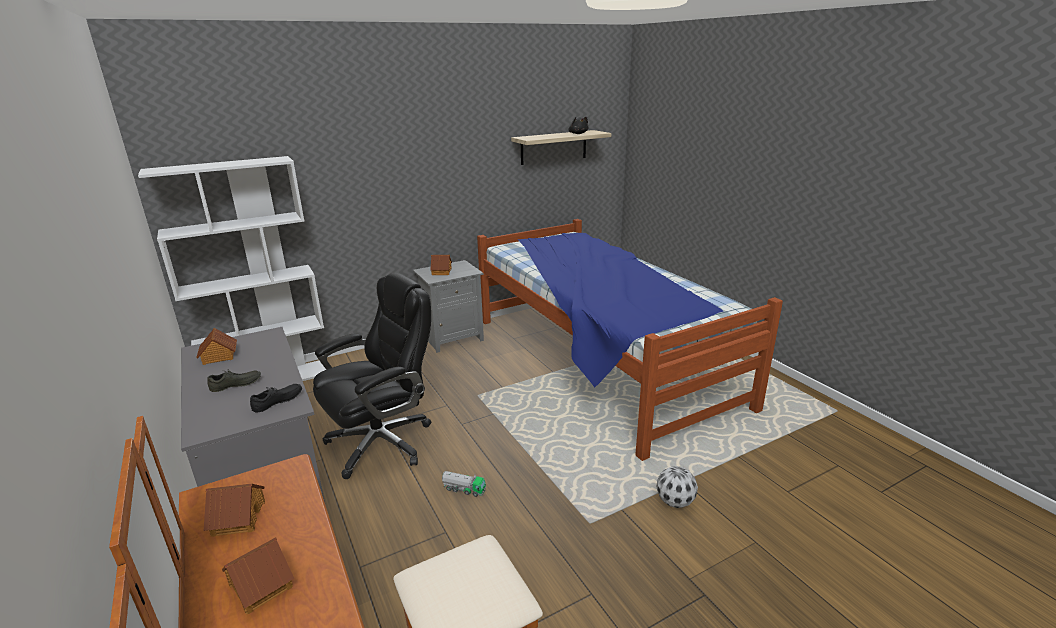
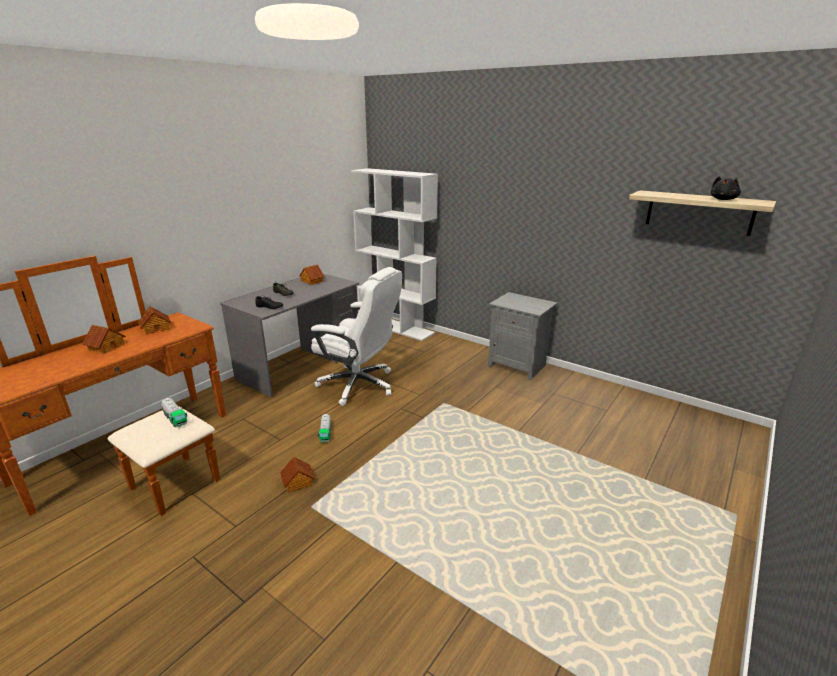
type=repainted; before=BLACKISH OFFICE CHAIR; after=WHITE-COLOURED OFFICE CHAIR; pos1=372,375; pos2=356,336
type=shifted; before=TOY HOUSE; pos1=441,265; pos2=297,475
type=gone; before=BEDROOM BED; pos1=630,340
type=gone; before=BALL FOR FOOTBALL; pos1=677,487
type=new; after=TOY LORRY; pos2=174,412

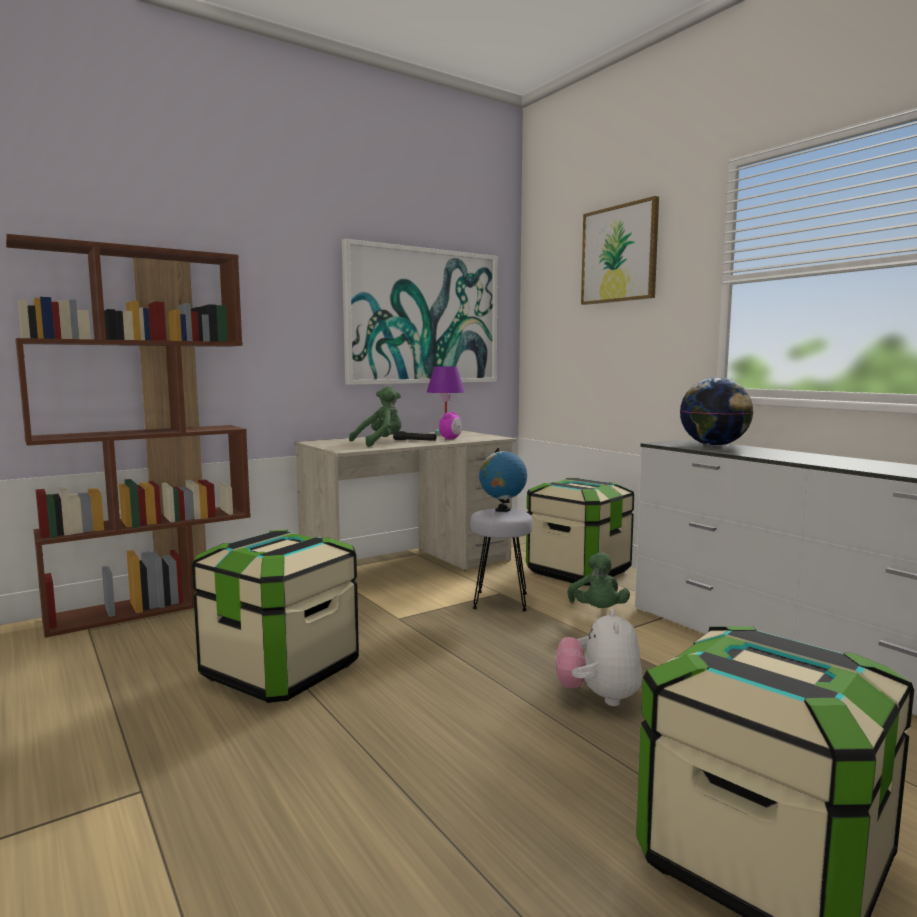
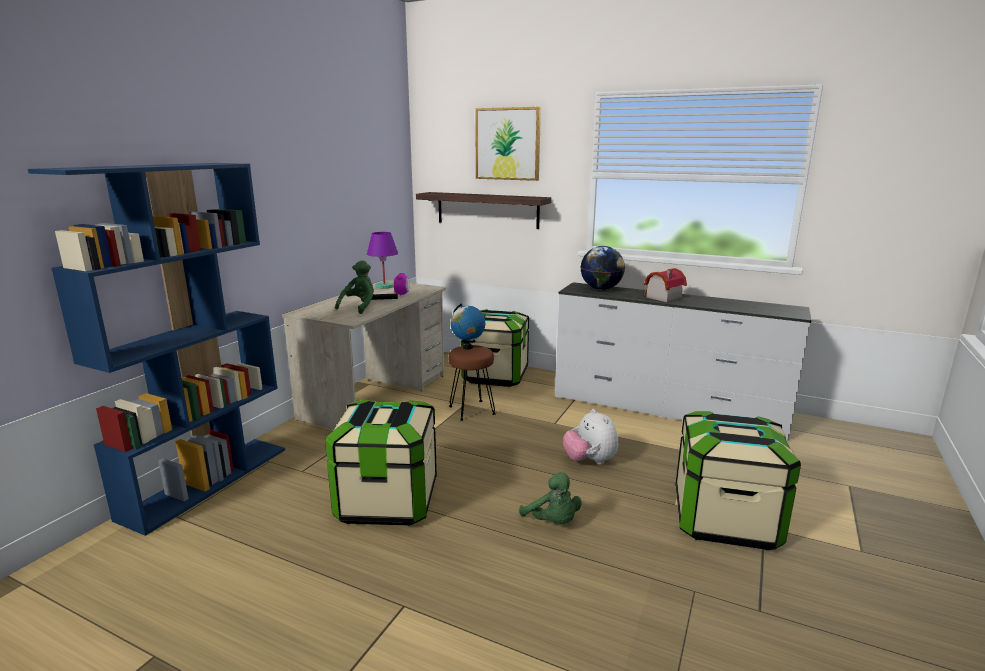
type=repainted; before=BROWN BOOKSHELF; after=BLUE BOOKSHELF; pos1=128,436; pos2=156,349
type=gone; before=PICTURE; pos1=420,312
type=repainted; before=GREY STOOL; after=BROWN STOOL; pos1=501,560; pos2=472,383
type=shifted; before=GREENISH CUDDLY TOY; pos1=598,580; pos2=550,498
type=new; after=WALL SHELF; pos2=483,210
type=new; after=TOY HOUSE; pos2=665,285

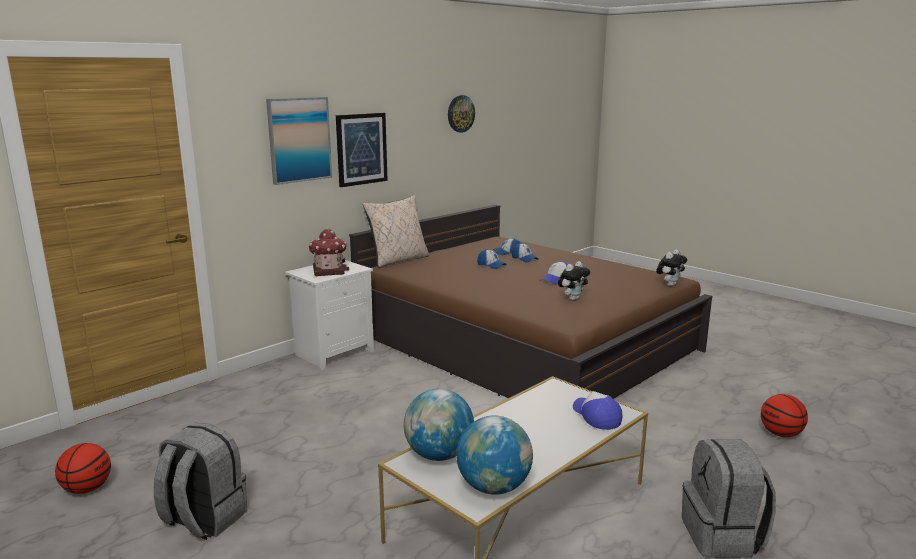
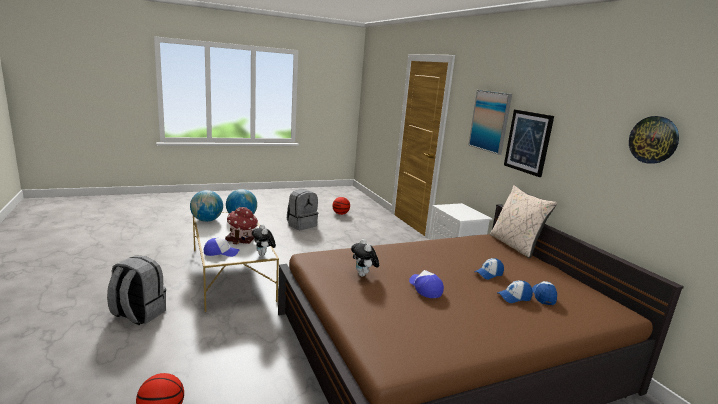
type=shifted; before=TOY HOUSE; pos1=329,252; pos2=241,225
type=shifted; before=CUDDLY TOY; pos1=671,268; pos2=264,240

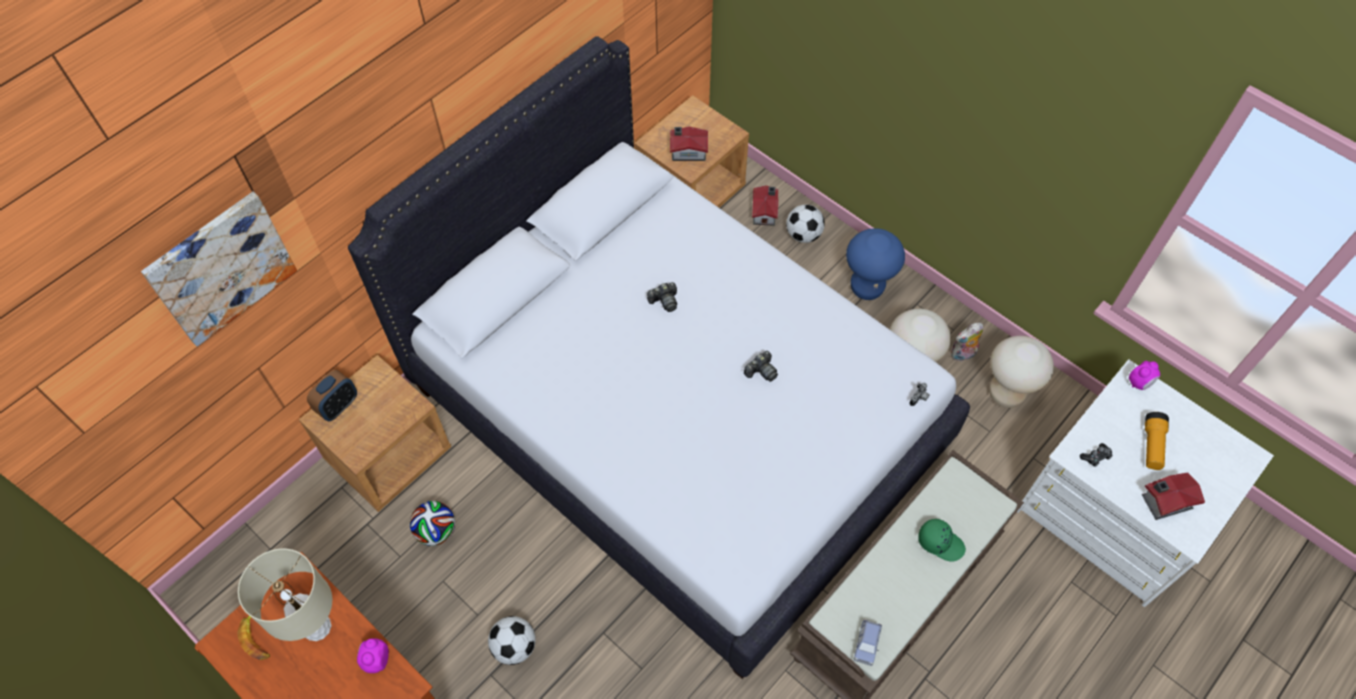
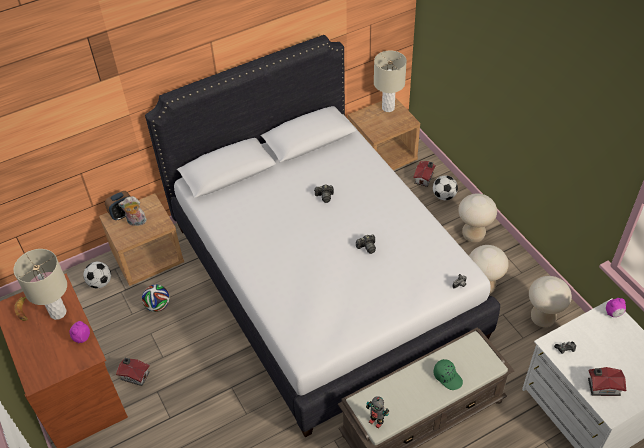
type=gone; before=PICTURE; pos1=219,269
type=shifted; before=BALL FOR FOOTBALL; pos1=512,640; pos2=97,275
type=shifted; before=TOY HOUSE; pos1=689,144; pos2=133,372
type=repainted; before=BLUE STOOL; after=SAND-COLOURED STOOL; pos1=875,264; pos2=477,218
type=swapped; before=BLUE TOY CAR; after=TOY ROBOT; pos1=868,642; pos2=377,412
type=shifted; before=CUDDLY TOY; pos1=967,342; pos2=132,211
type=gone; before=FLASHLIGHT; pos1=1157,441
type=new; after=SAND-COLOURED TABLE LAMP; pos2=390,81

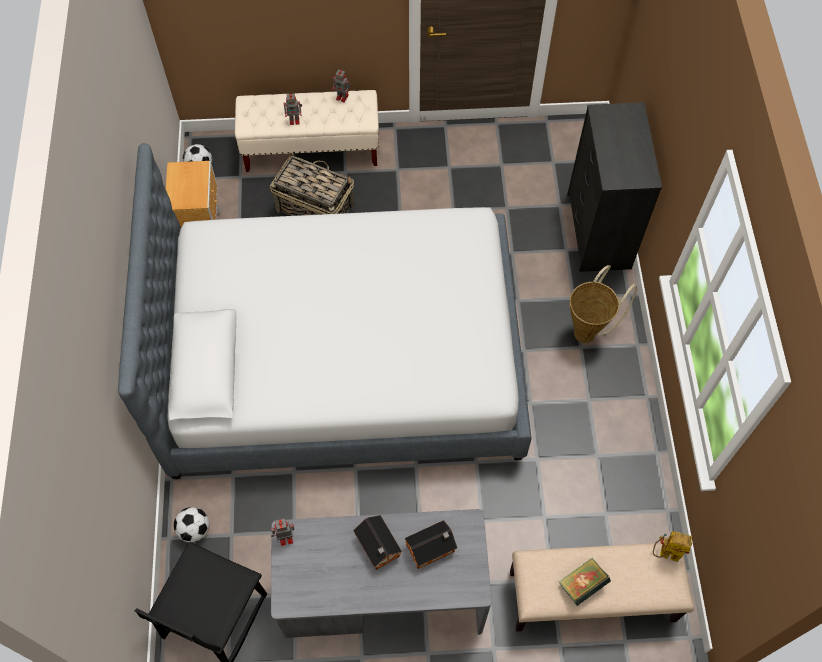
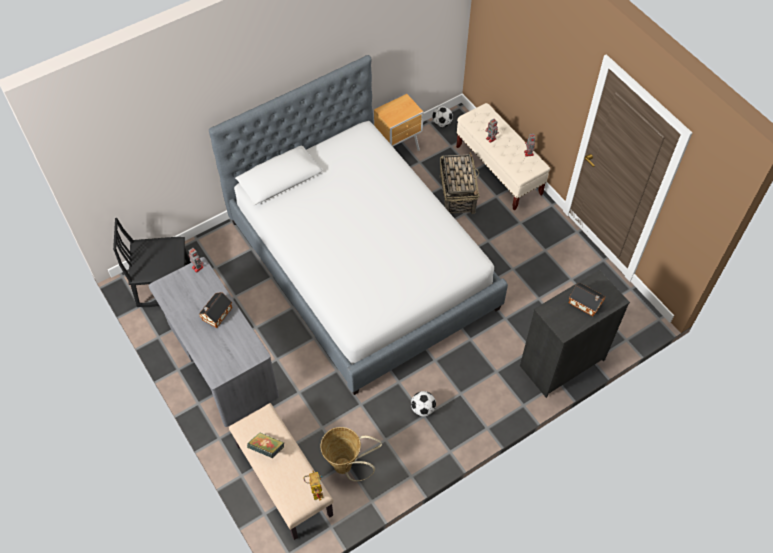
type=shifted; before=BALL FOR FOOTBALL; pos1=191,525; pos2=423,403
type=shifted; before=TOY HOUSE; pos1=431,544; pos2=587,299
type=shifted; before=BASKET; pos1=603,304; pos2=351,454

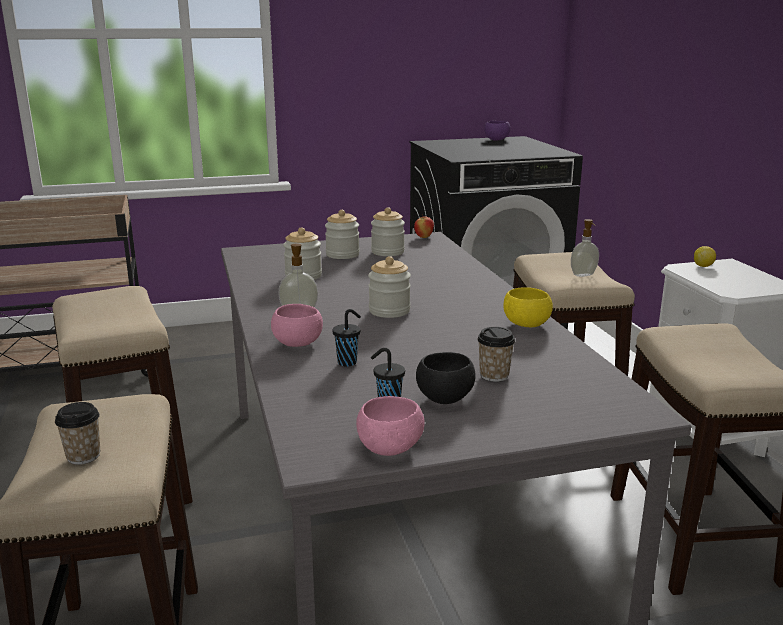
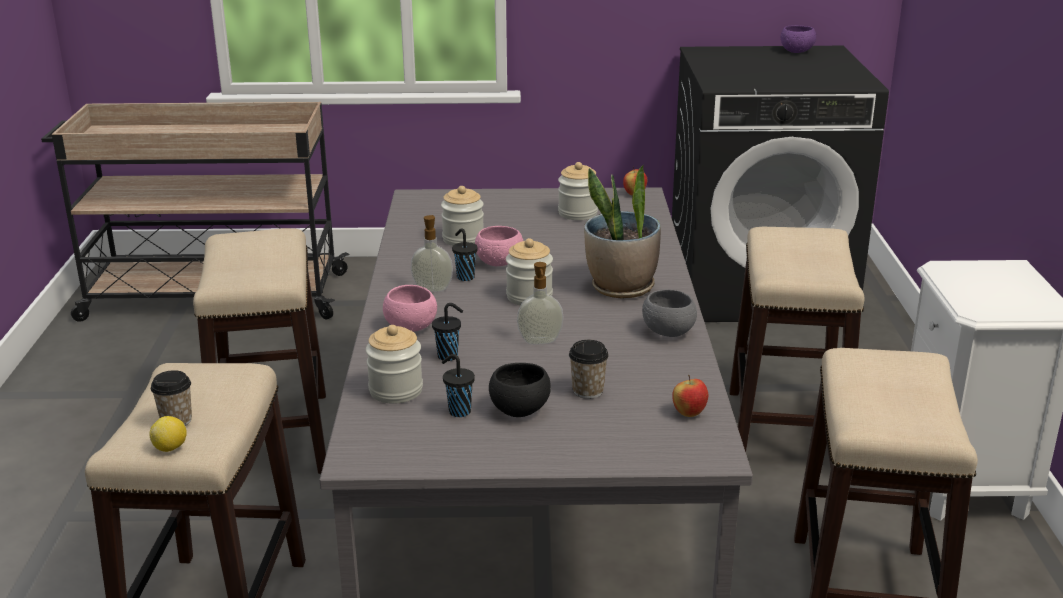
type=shifted; before=JAR; pos1=342,234; pos2=394,364
type=shifted; before=PINK-COLOURED DEEP DISH; pos1=390,426; pos2=499,246
type=repainted; before=YELLOW DEEP DISH; after=GREY DEEP DISH; pos1=528,307; pos2=669,313
type=shifted; before=SOAP DISPENSER; pos1=585,248; pos2=540,303
type=shifted; before=LEMON; pos1=705,256; pos2=168,434
type=new; after=BLACKISH CUP; pos2=465,254
type=new; after=HOUSEPLANT; pos2=622,231
type=new; after=APPLE FRUIT; pos2=690,396

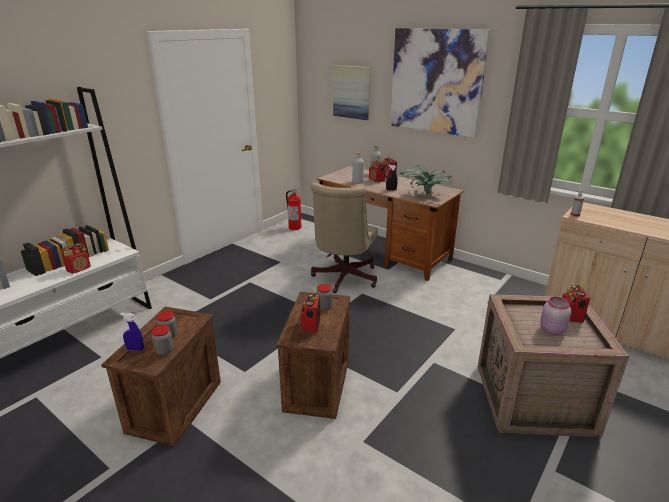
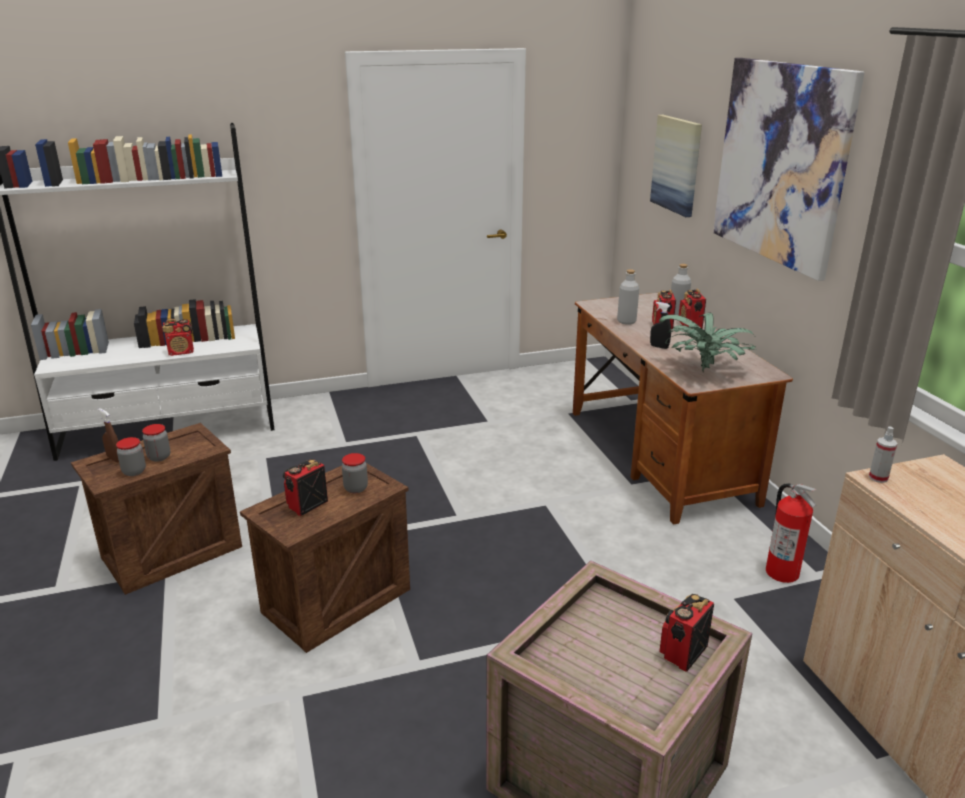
type=repainted; before=BLUE HAND SPRAYER; after=BROWN HAND SPRAYER; pos1=132,332; pos2=108,435
type=shifted; before=EXTINGUISHER; pos1=294,209; pos2=791,533
type=gone; before=SAND-COLOURED OFFICE CHAIR; pos1=344,237
type=gone; before=PINK-COLOURED JAR; pos1=555,316

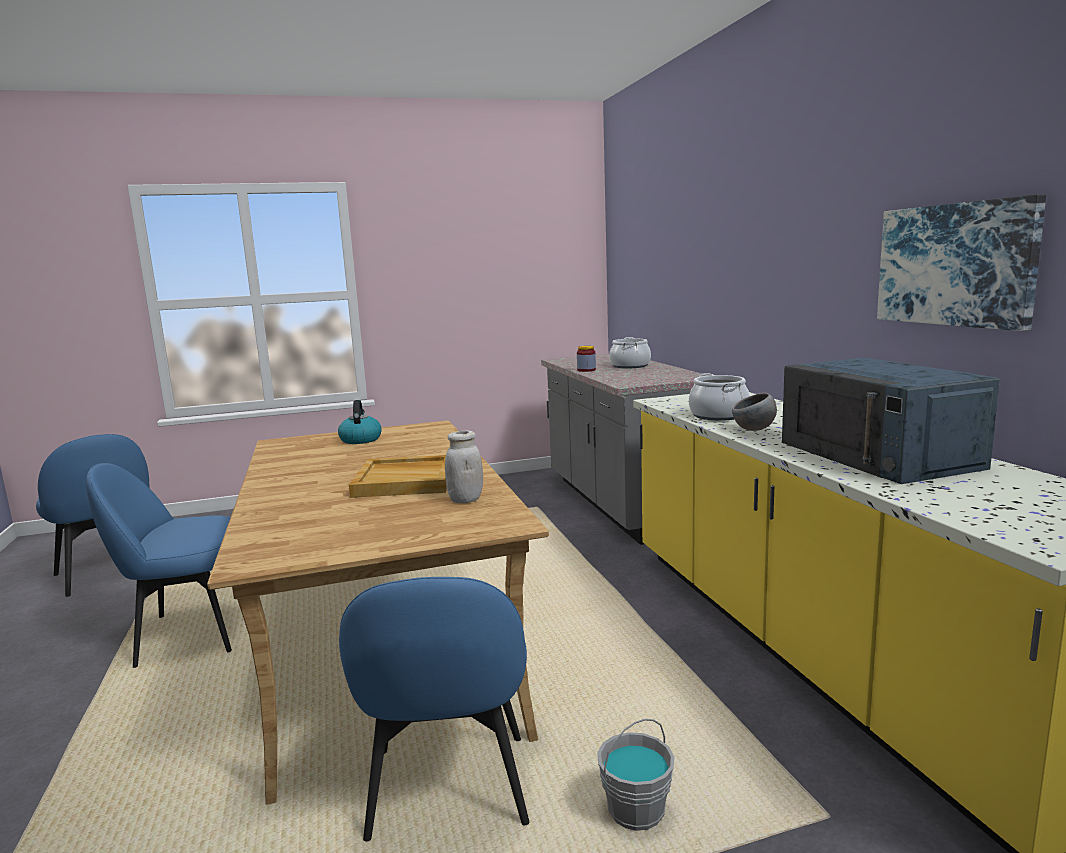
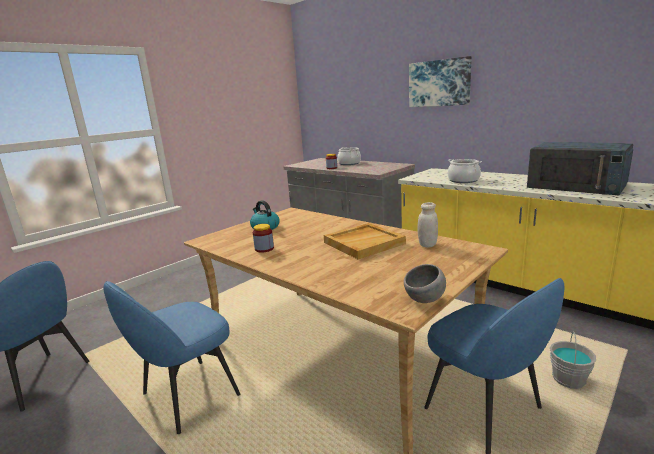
type=shifted; before=GREY DEEP DISH; pos1=754,412; pos2=425,283
type=shifted; before=PICTURE; pos1=961,262; pos2=440,81
type=new; after=JAR; pos2=263,238

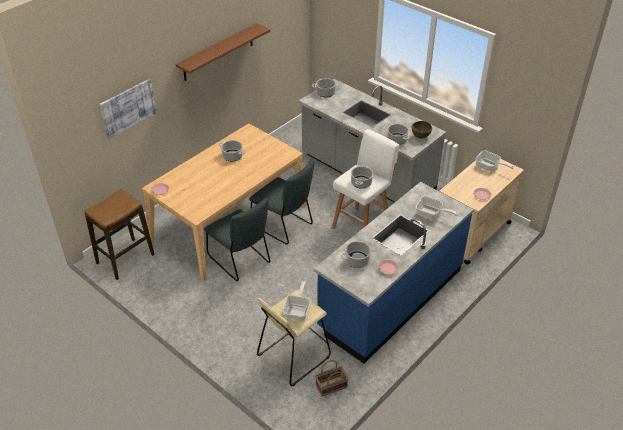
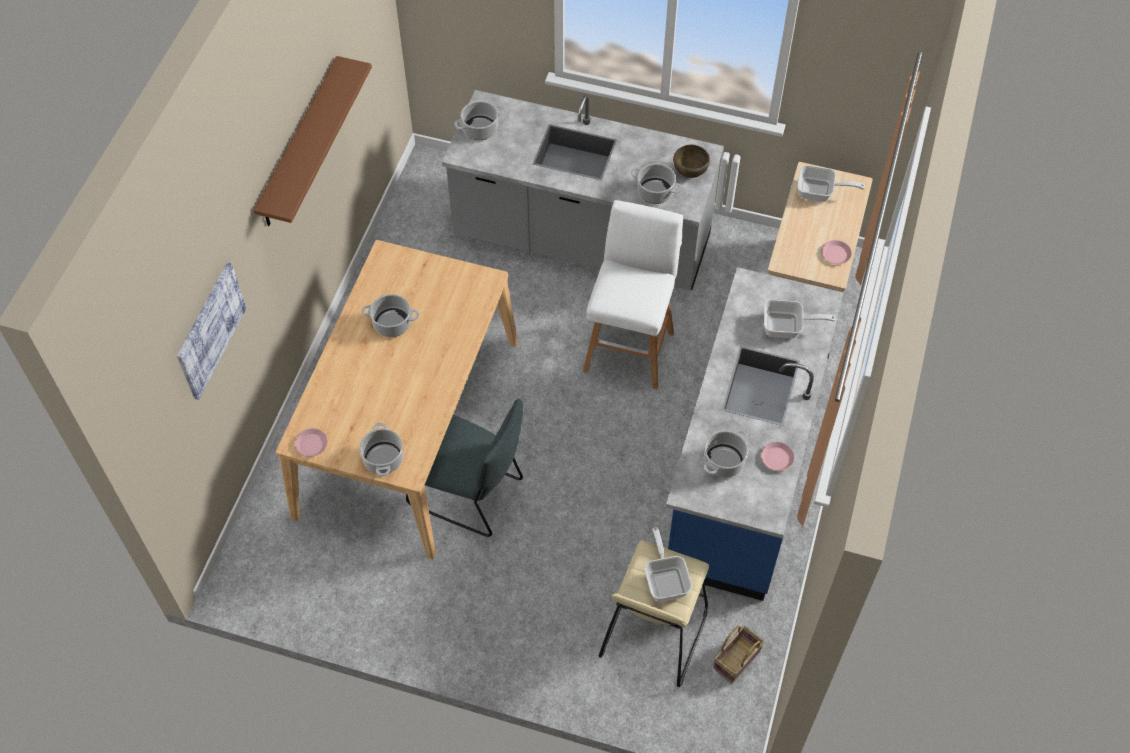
type=gone; before=STOOL; pos1=120,234
type=gone; before=GREY PLAIN CHAIR; pos1=281,202
type=shifted; before=SAUCEPOT; pos1=362,177; pos2=381,449

